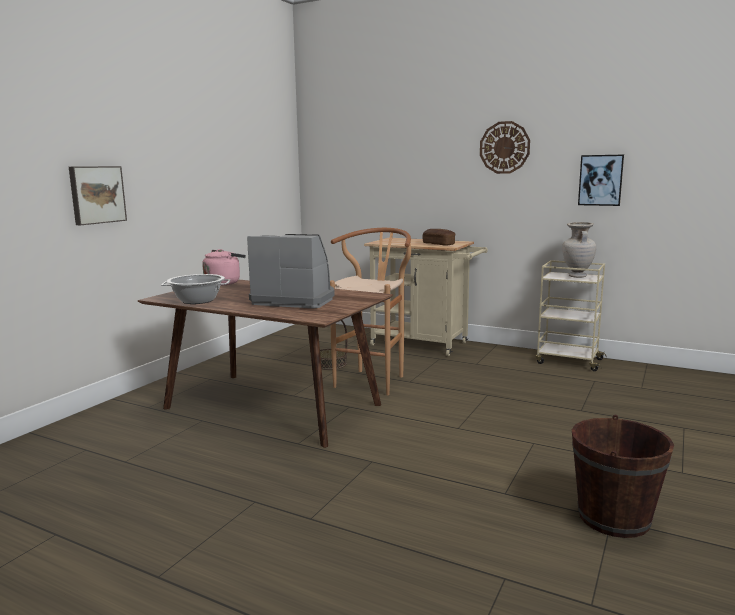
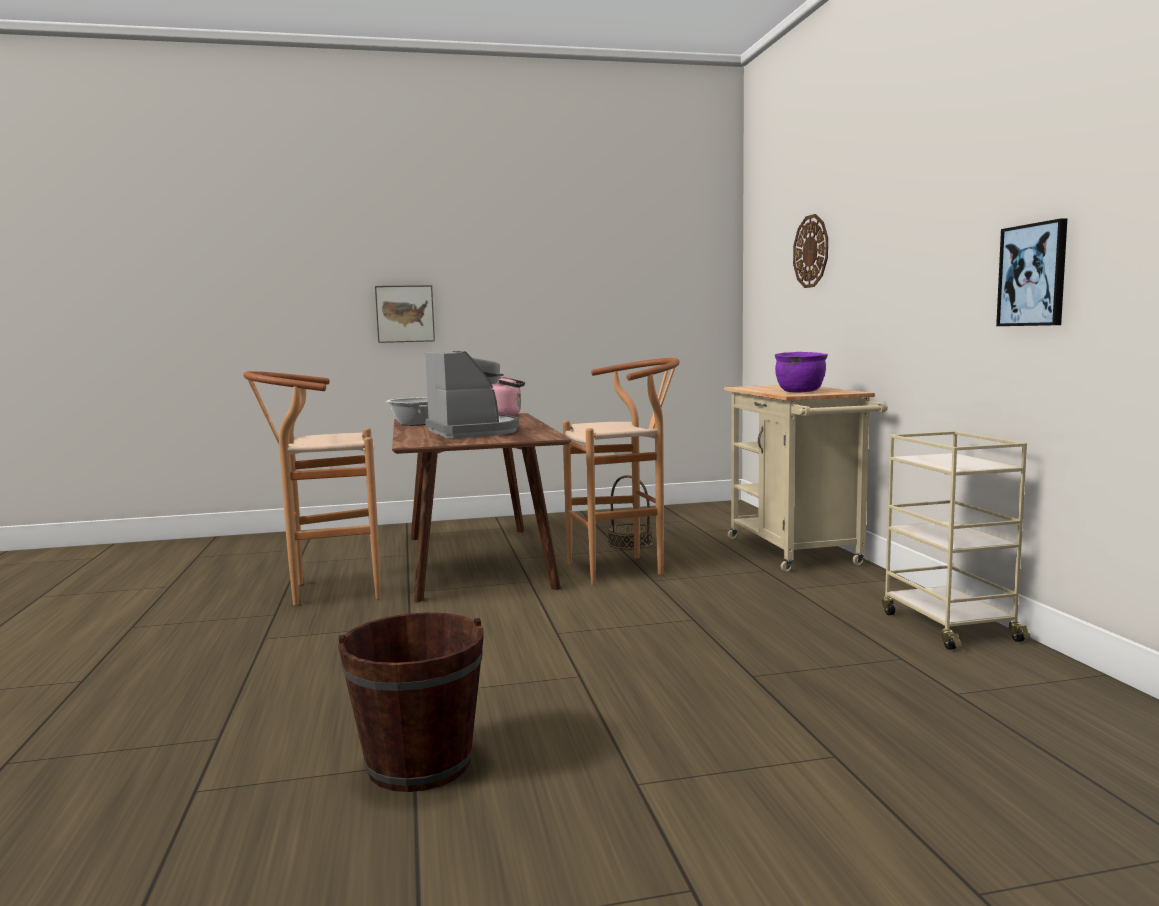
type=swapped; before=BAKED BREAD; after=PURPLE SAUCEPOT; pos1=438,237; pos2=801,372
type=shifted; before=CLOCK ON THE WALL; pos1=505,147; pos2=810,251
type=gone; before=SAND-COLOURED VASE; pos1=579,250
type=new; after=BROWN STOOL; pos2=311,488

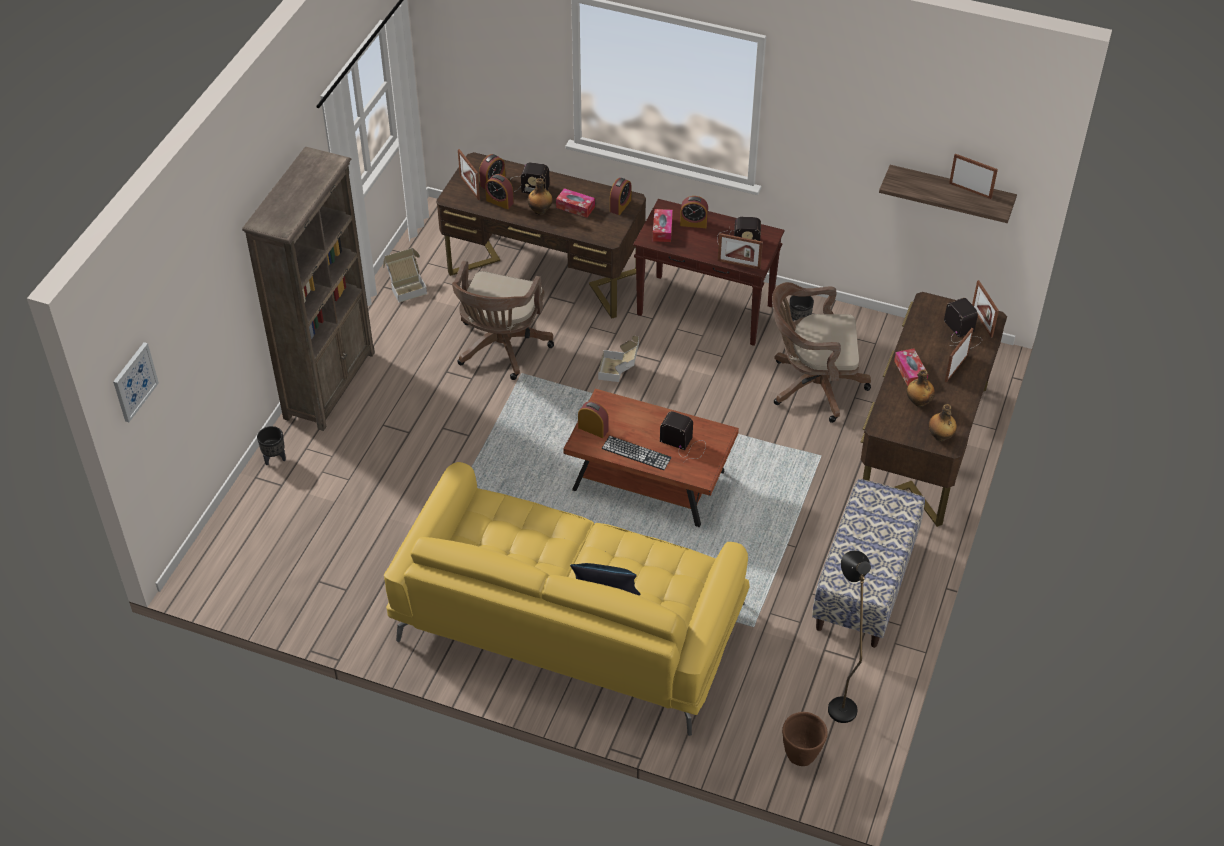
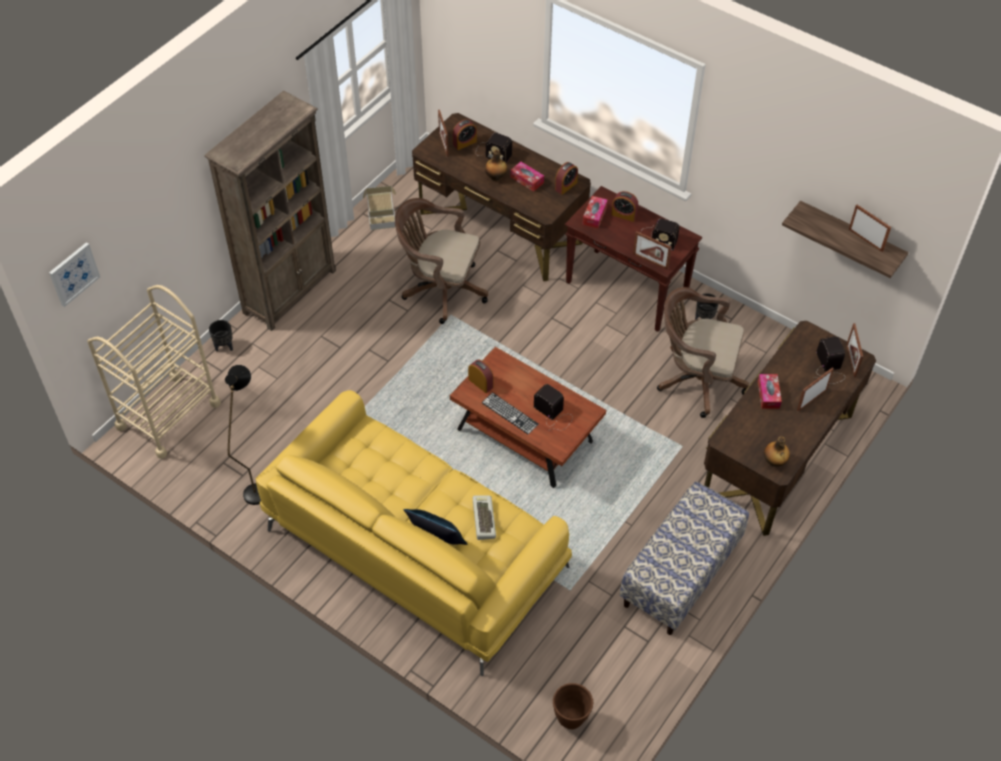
type=rotated; before=BROWN OFFICE CHAIR; pos1=503,320; pos2=441,261; turn=75
type=gone; before=ALARM CLOCK; pos1=499,191
type=gone; before=CARDBOARD BOX; pos1=618,359
type=shifted; before=BLACKISH FLOOR LAMP; pos1=849,636; pos2=243,435
type=gone; before=BOTTLE; pos1=921,388
type=new; after=SAND-COLOURED CART; pos2=154,372
type=new; after=PC KEYBOARD; pos2=484,517

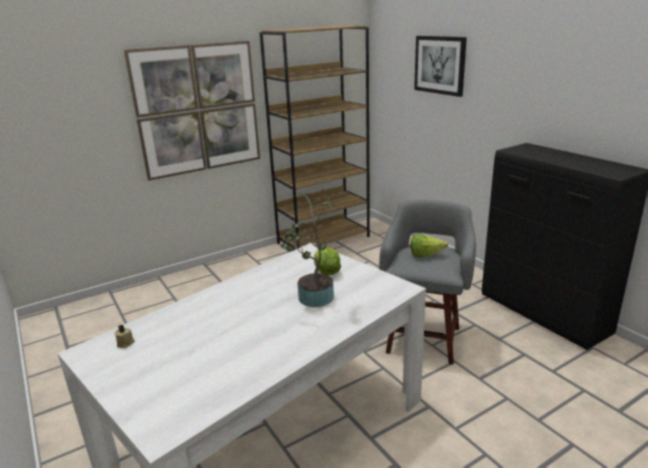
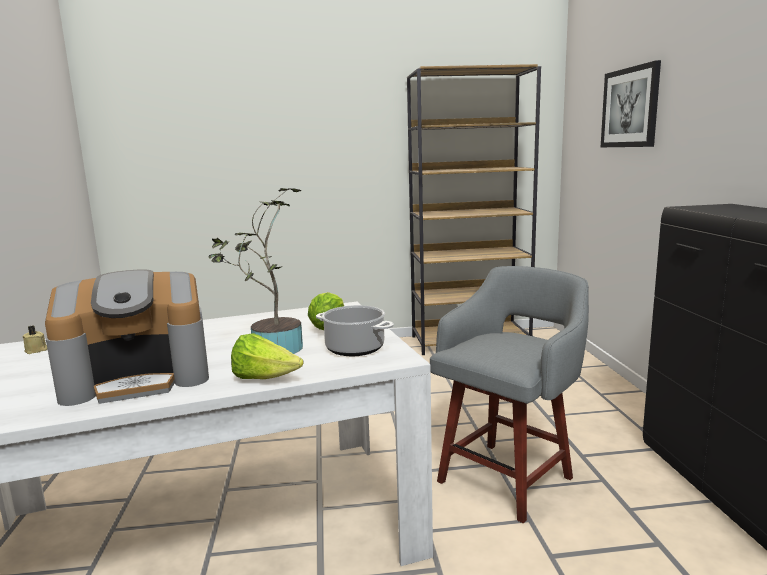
type=gone; before=PICTURE; pos1=192,111
type=shifted; before=LETTUCE HEAD; pos1=429,245; pos2=267,356
type=new; after=COFFEE BREWER; pos2=127,338
type=new; after=SAUCEPOT; pos2=355,330

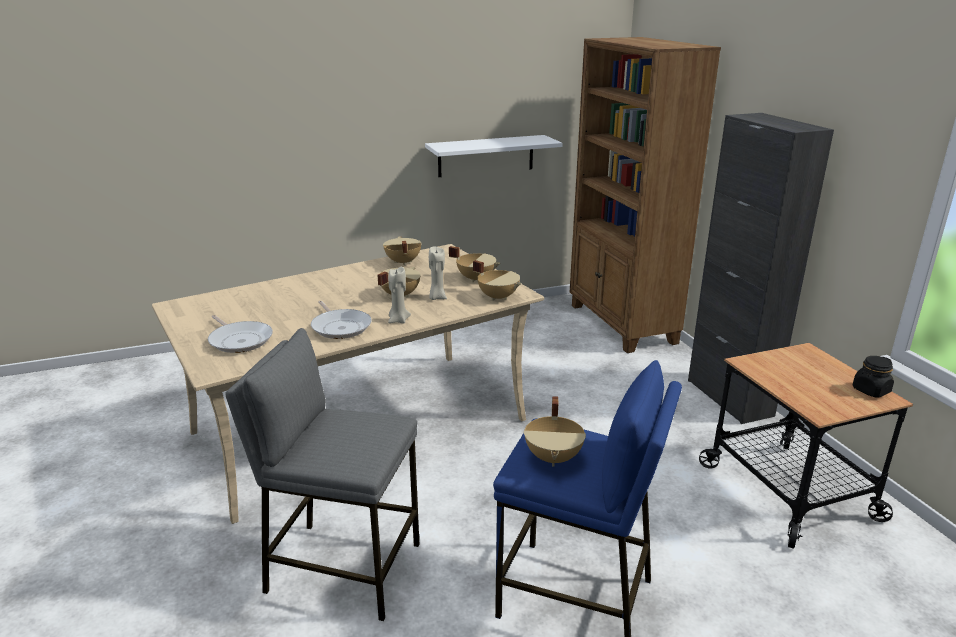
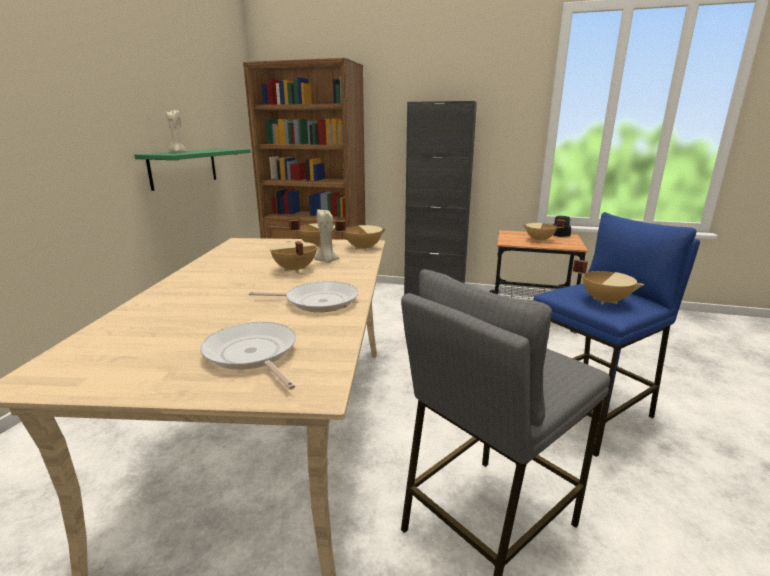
type=rotated; before=FRYING PAN; pos1=240,334; pos2=248,356; turn=-120
type=shifted; before=SAND-COLOURED SAUCEPOT; pos1=402,250; pos2=543,230
type=shifted; before=SAND-COLOURED WAX LIGHT; pos1=399,295; pos2=176,131
type=repainted; before=WHITE-COLOURED WALL SHELF; after=GREENISH WALL SHELF; pos1=494,156; pos2=192,170

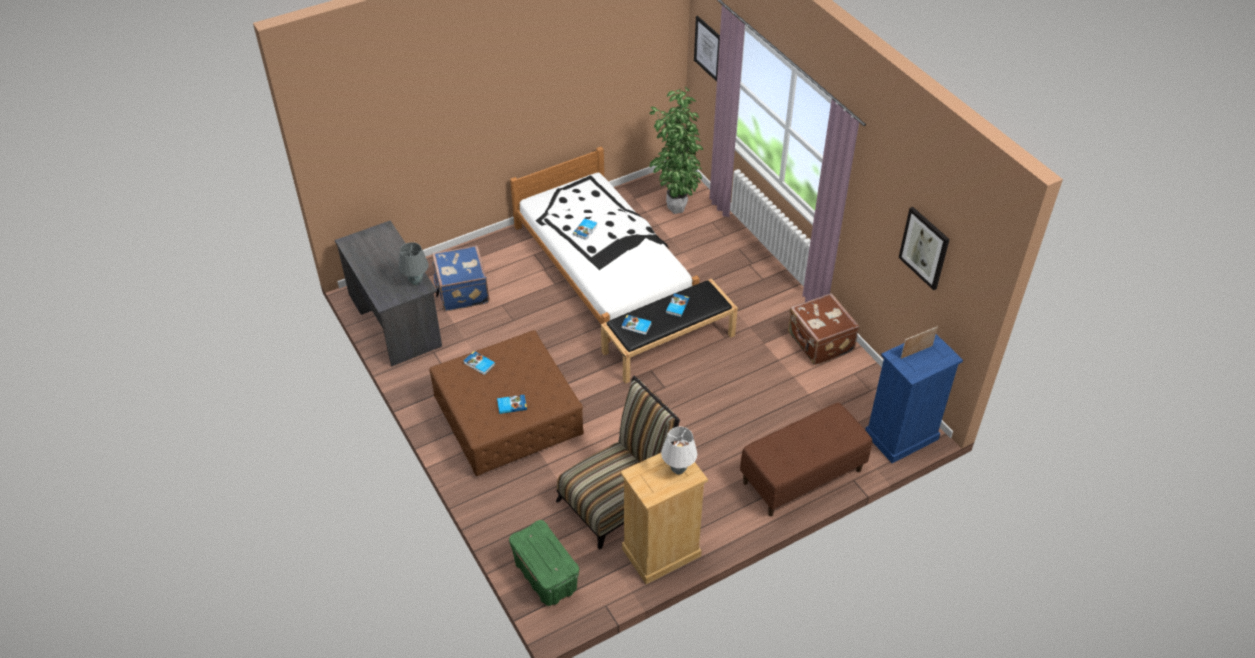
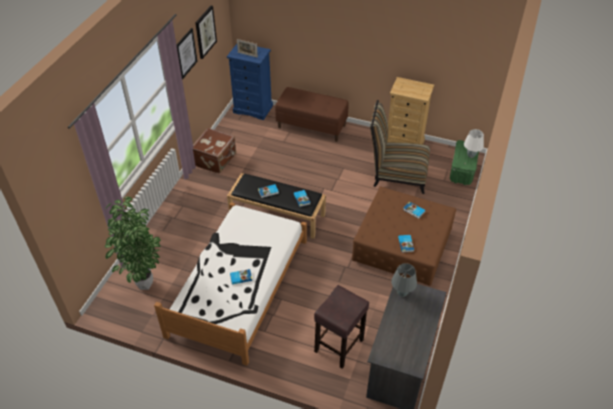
type=swapped; before=BLUE SUITCASE; after=BROWN STOOL; pos1=460,278; pos2=341,327
type=shifted; before=WHITE-COLOURED TABLE LAMP; pos1=679,451; pos2=474,143
type=shifted; before=PICTURE; pos1=707,49; pos2=187,54

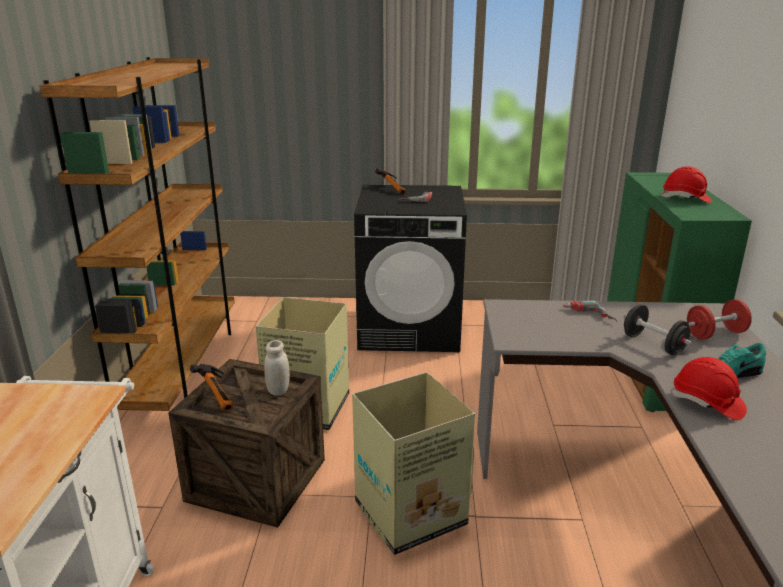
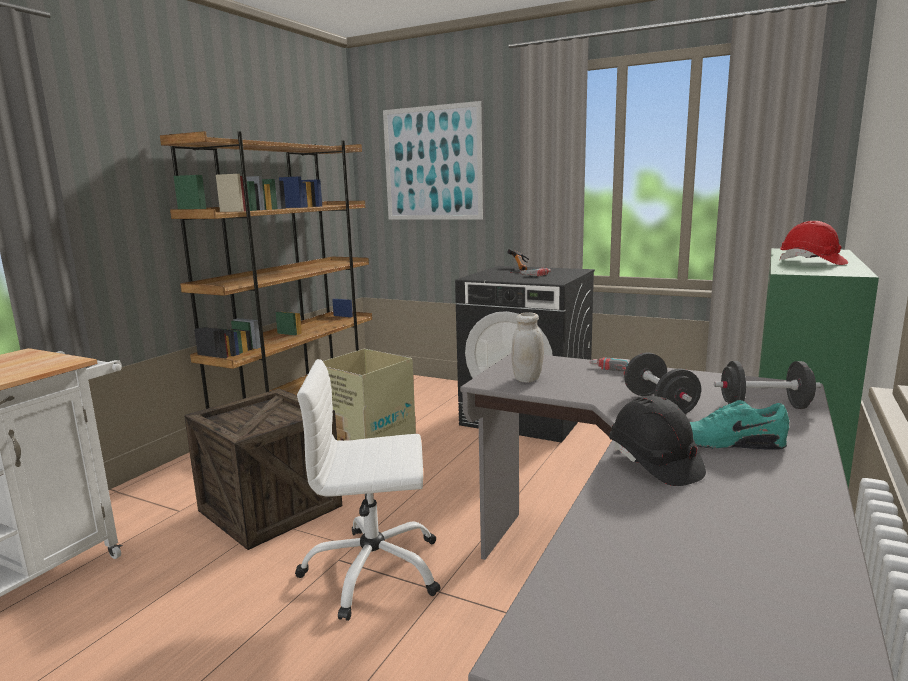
type=gone; before=HAMMER; pos1=211,387
type=shifted; before=WHITE-COLOURED JAR; pos1=277,368; pos2=528,347
type=swapped; before=CARDBOARD BOX; after=WHITE-COLOURED OFFICE CHAIR; pos1=413,463; pos2=368,490
type=repainted; before=REDDISH HARD HAT; after=BLACKISH HARD HAT; pos1=709,388; pos2=657,441
type=repainted; before=REDDISH FREE WEIGHT; after=BLACKISH FREE WEIGHT; pos1=719,319; pos2=767,385
type=new; after=PICTURE; pos2=433,160

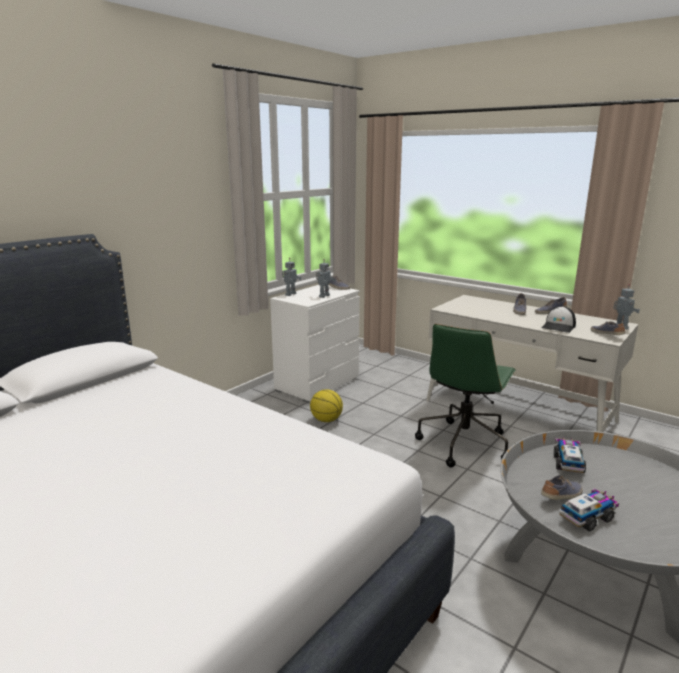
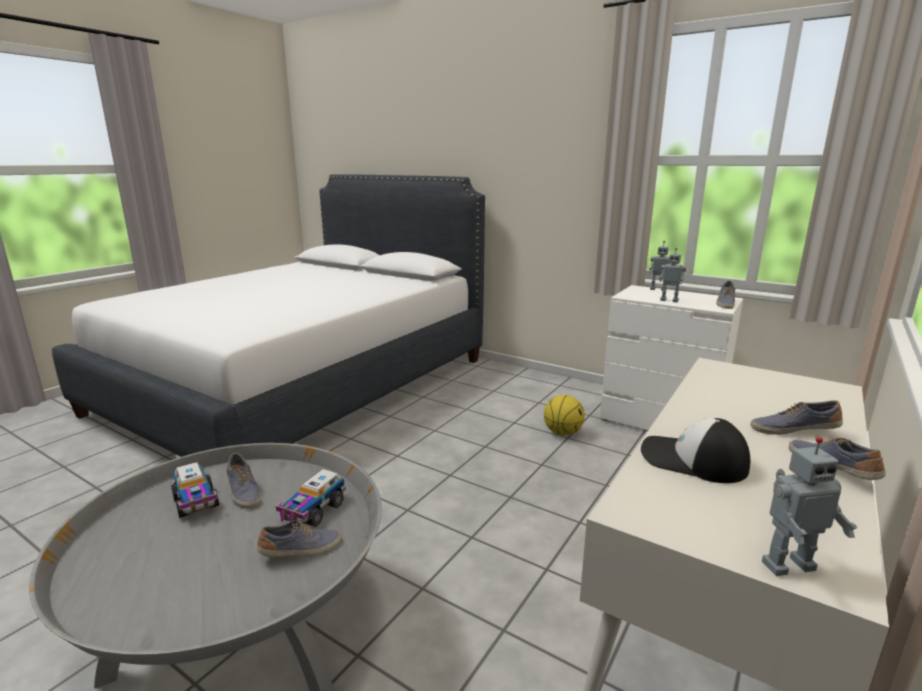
type=gone; before=GREENISH OFFICE CHAIR; pos1=465,396
type=rotated; before=TOY LORRY; pos1=570,455; pos2=311,498; turn=105
type=shifted; before=ITEM OF FOOTWEAR; pos1=608,328; pos2=299,538

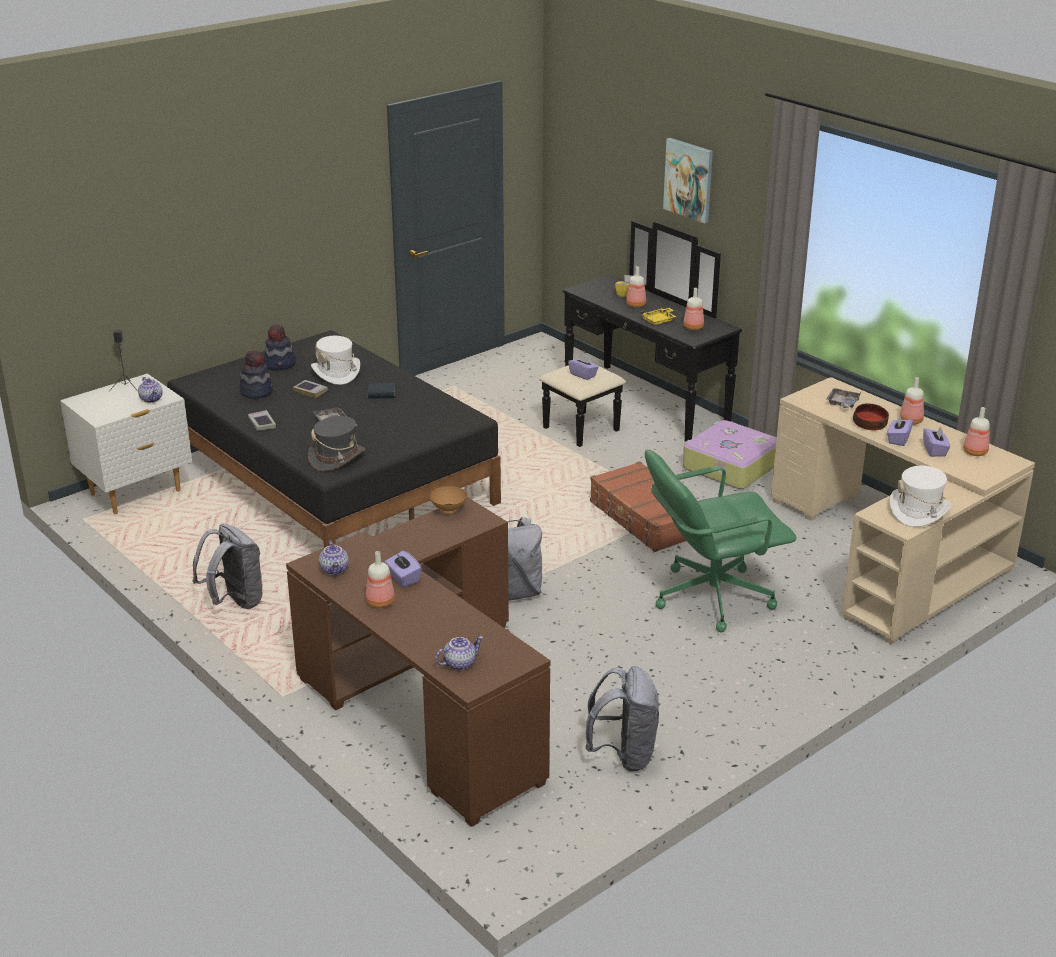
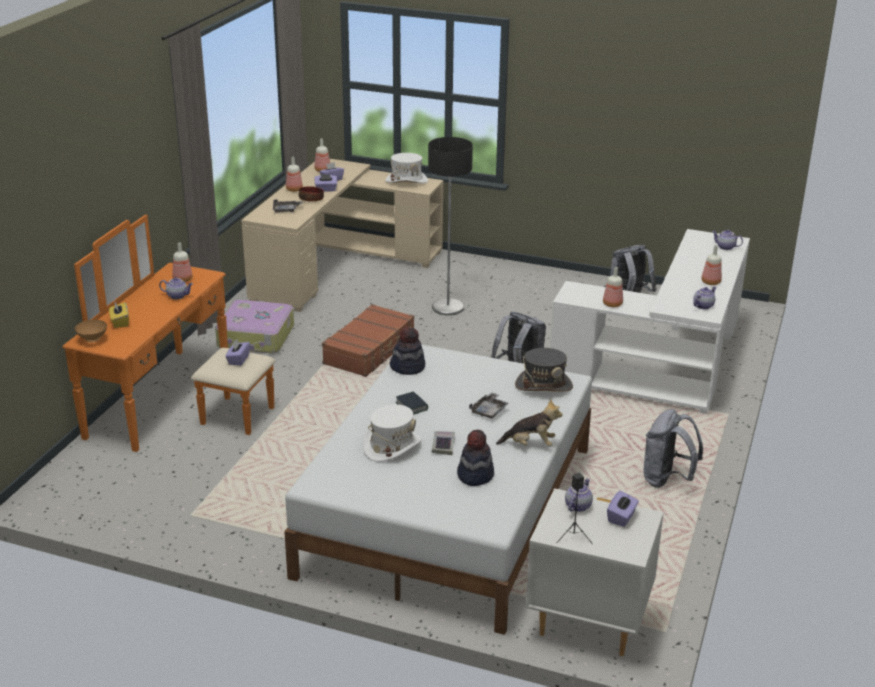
type=repainted; before=BLACKISH BEDROOM BED; after=WHITE-COLOURED BEDROOM BED; pos1=334,439; pos2=438,489
type=swapped; before=BOUND BOOK; after=CUDDLY TOY; pos1=262,420; pos2=529,422
type=shifted; before=CLOTHING HAT; pos1=280,347; pos2=407,351
type=repainted; before=BROWN DESK TABLE; after=WHITE-COLOURED DESK TABLE; pos1=418,662; pos2=650,321
type=shifted; before=PURPLE TISSUE HOLDER; pos1=403,569; pos2=623,509
type=shifted; before=BROWN DEEP DISH; pos1=448,500; pos2=91,331
type=repainted; before=BLACKISH DRESSER; after=ORANGEY DRESSER; pos1=640,334; pos2=169,333
type=shifted; before=BOTTLE; pos1=636,287; pos2=613,287
type=swapped; before=YELLOW CARRYING TRAY; after=TEAPOT; pos1=658,316; pos2=176,288
type=swapped; before=GREENISH OFFICE CHAIR; after=FLOOR LAMP; pos1=721,540; pos2=450,226
type=gone; before=PICTURE; pos1=688,181

